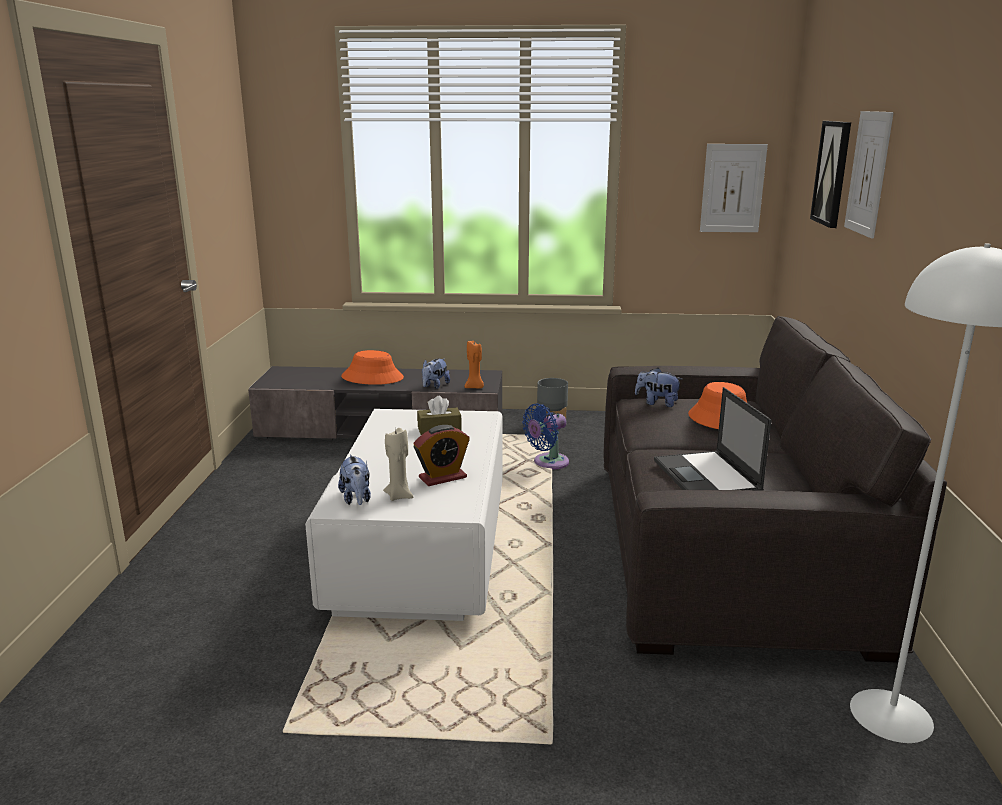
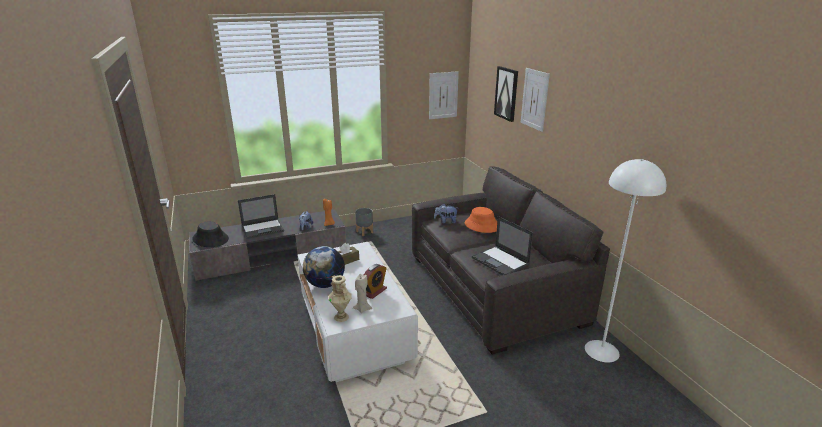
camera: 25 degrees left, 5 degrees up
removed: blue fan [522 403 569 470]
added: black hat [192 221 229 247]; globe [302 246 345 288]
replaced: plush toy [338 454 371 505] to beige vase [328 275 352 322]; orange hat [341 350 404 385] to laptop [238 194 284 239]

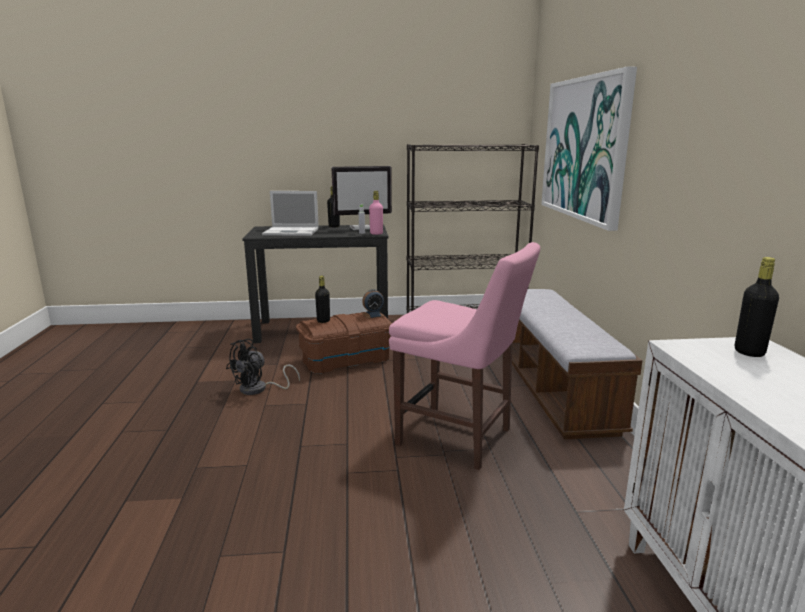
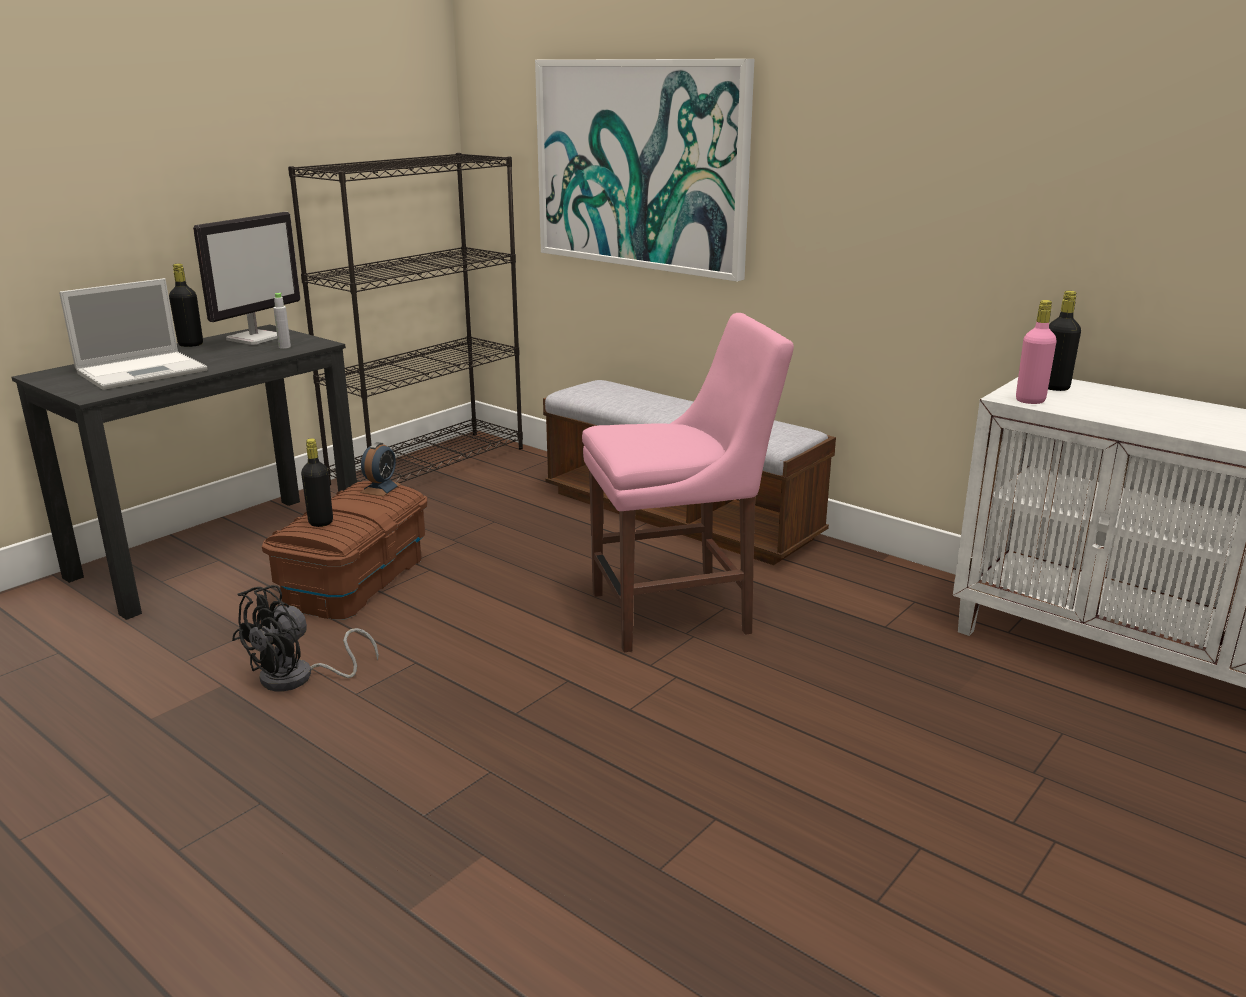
camera: 45 degrees left, 5 degrees up
moved: pink bottle [369 191 383 235] to [1016 300 1057 404]
turned: black fan [226 339 300 395] = [232 585 379 691] 45 degrees clockwise

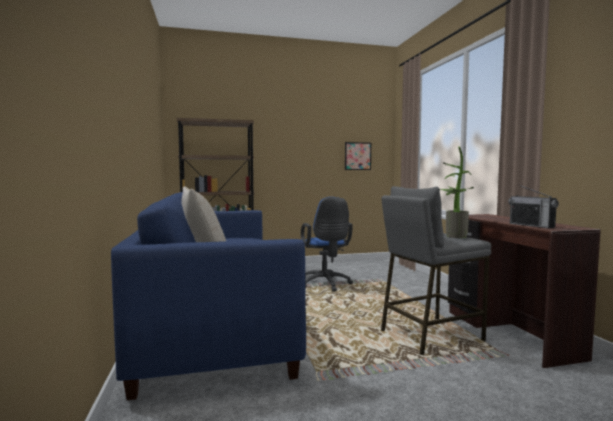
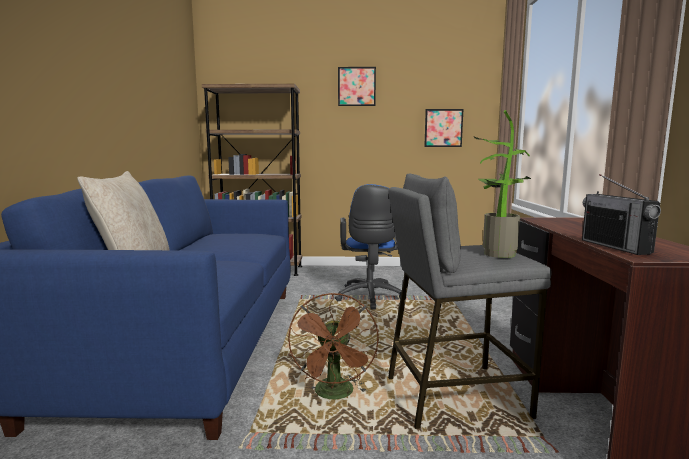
camera: 15 degrees right, 5 degrees up
added: brown fan [288 293 379 399]; picture [338 67 376 106]

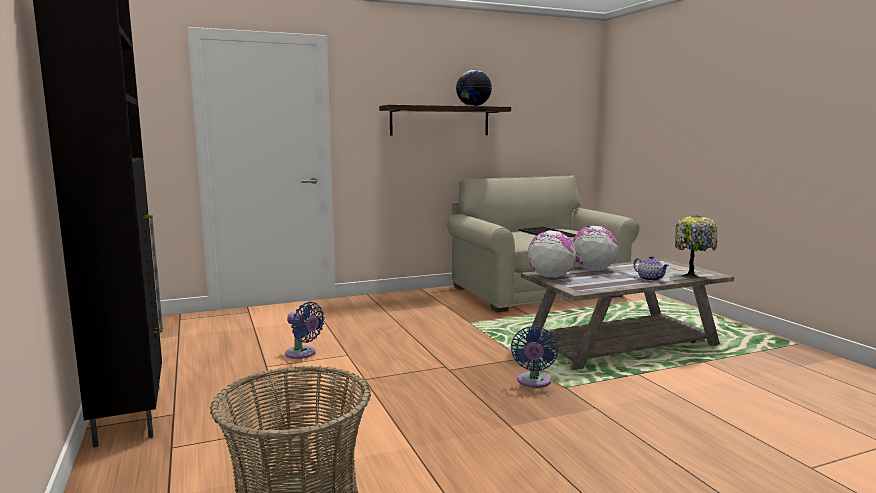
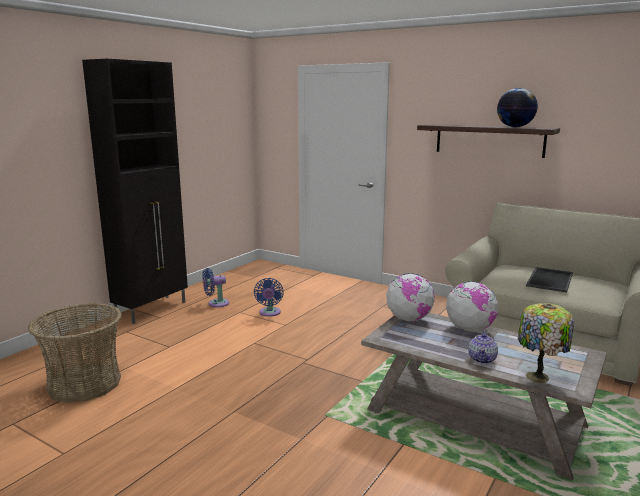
camera: 55 degrees right, 5 degrees up
moved: blue fan [511 326 558 388] to [202 268 229 307]

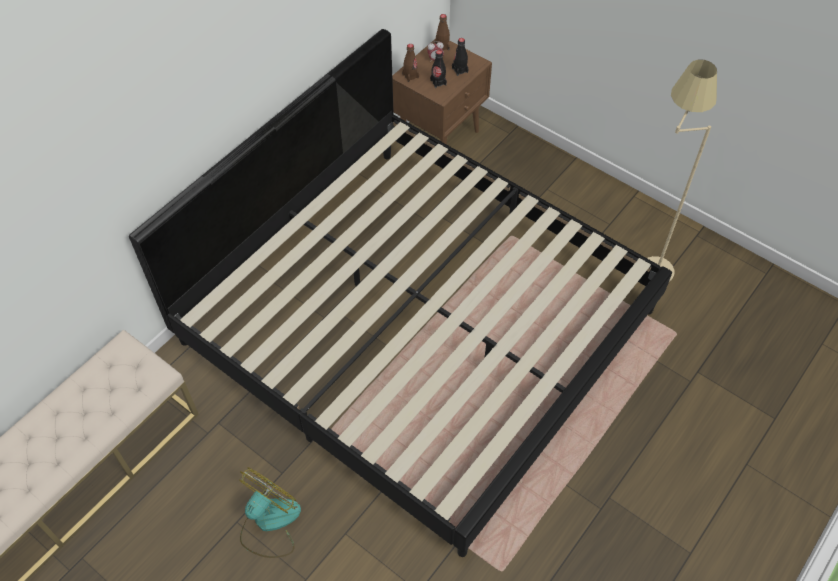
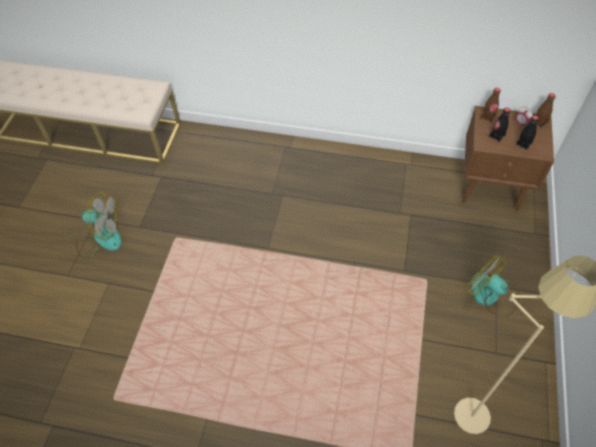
camera: 65 degrees right, 0 degrees up
removed: bed [129 29 672 557]
added: fan [465 254 519 317]

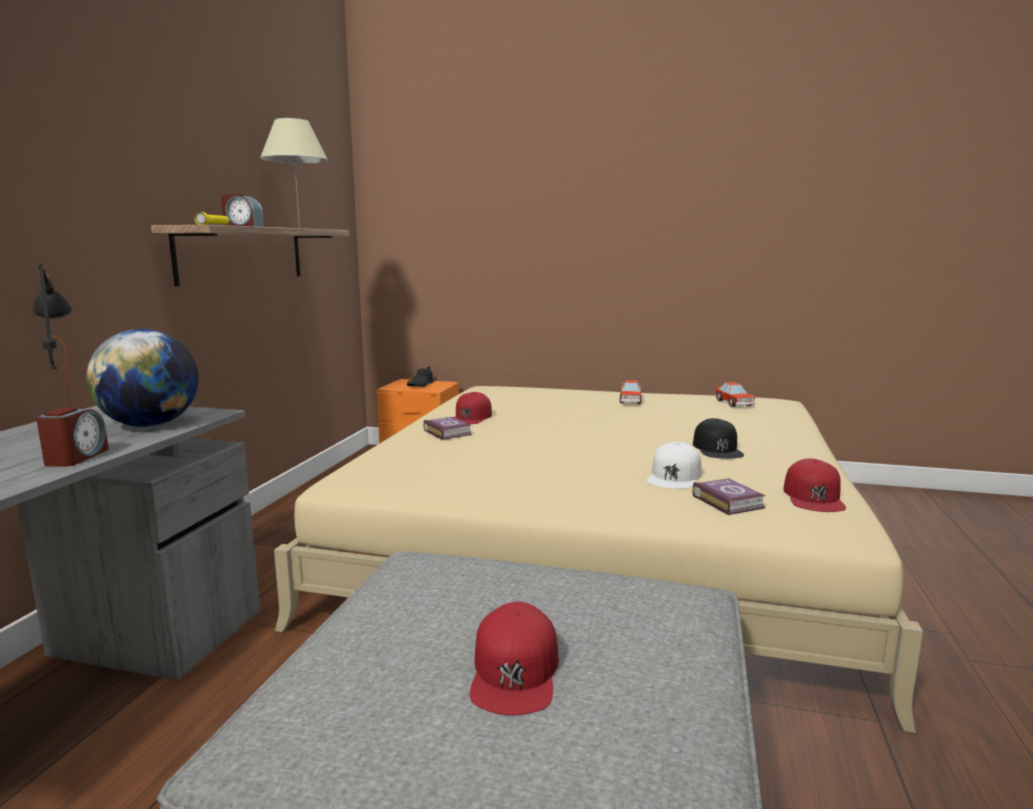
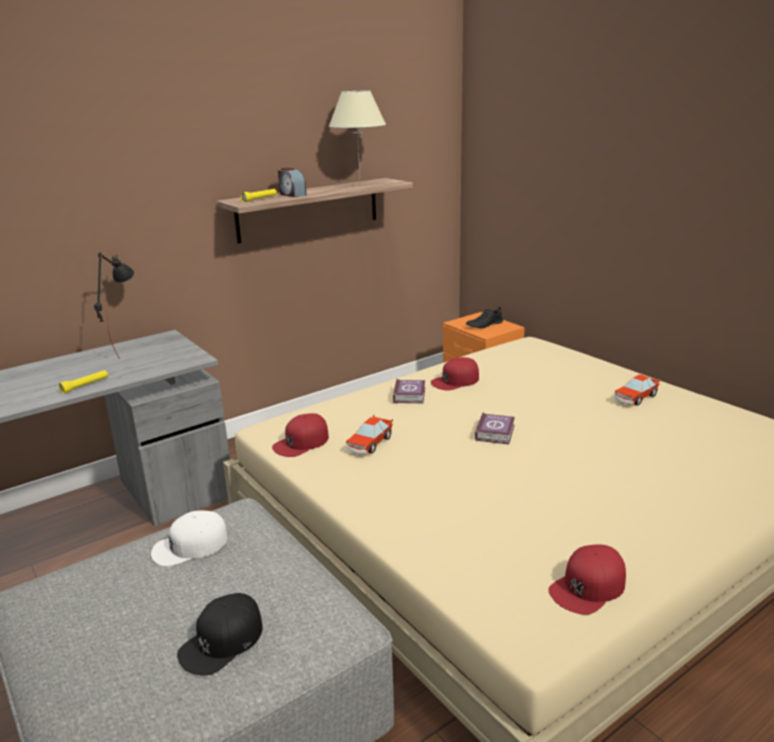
camera: 40 degrees right, 10 degrees up
removed: globe [87 329 199 427]
moved: red cap [470 602 559 715] to [272 413 329 457]; white cap [647 442 701 489] to [151 511 228 566]; book [692 478 765 515] to [475 413 515 444]; black cap [693 418 744 459] to [177 593 263 676]; toy car [715 382 755 407] to [346 415 393 454]
replaced: alarm clock [36 408 109 467] to yellow flashlight [59 370 108 394]

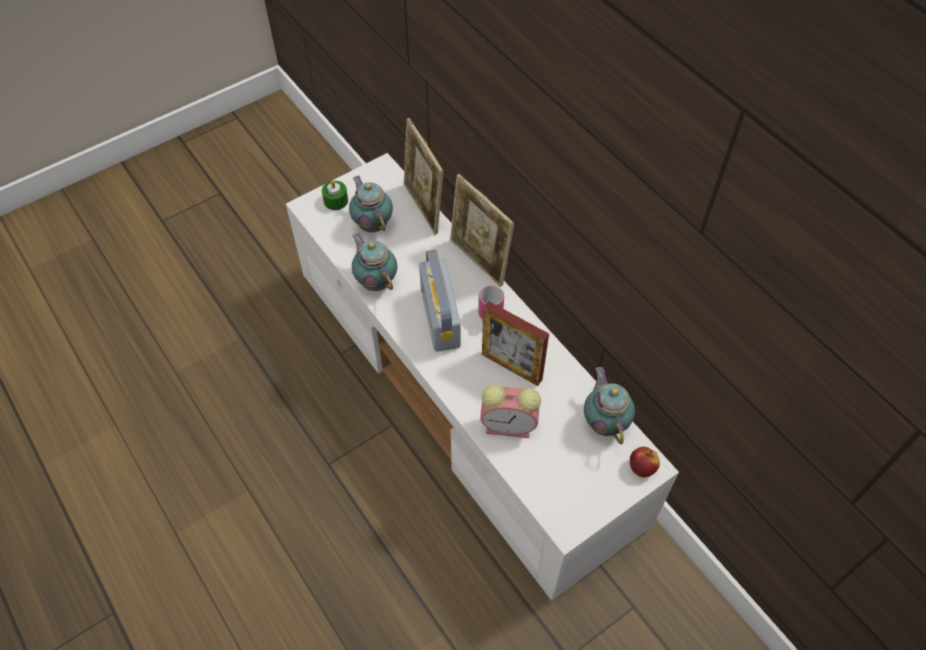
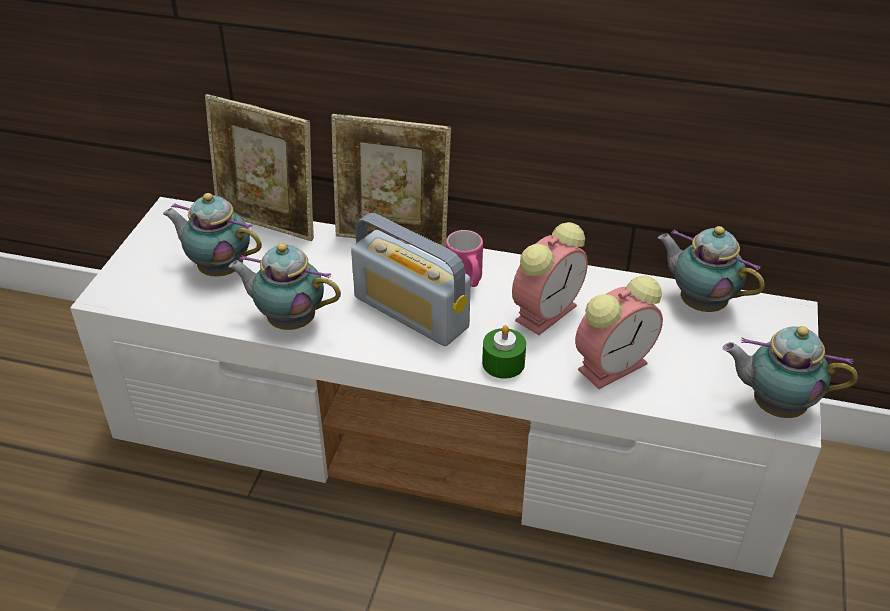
camera: 40 degrees left, 15 degrees down
removed: apple [630 447 660 477]
added: teapot [723 326 858 418]
moved: green candle [322 180 348 210] to [482 325 526 379]
replaced: picture frame [482 301 549 386] to alarm clock [512 222 588 335]

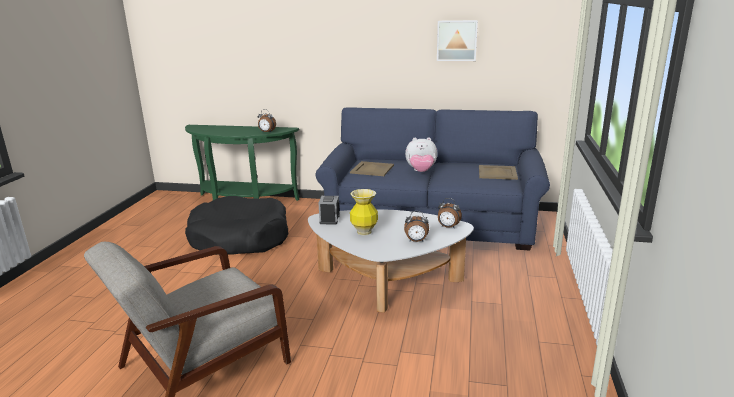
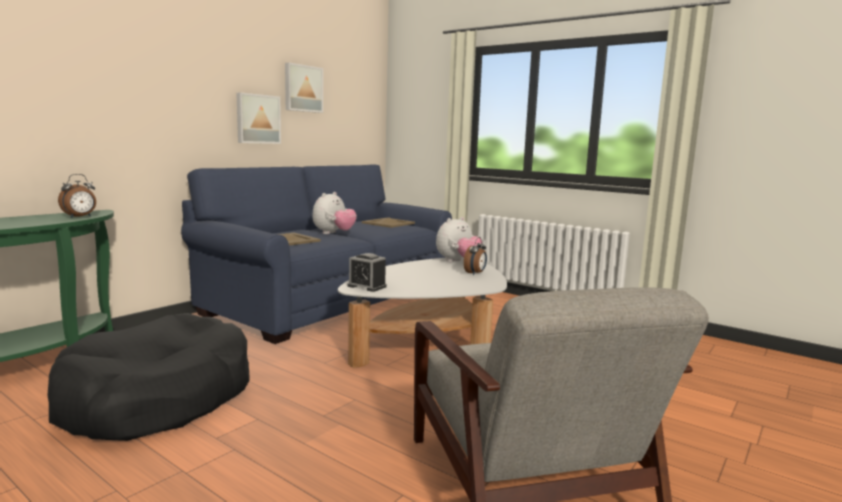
camera: 65 degrees left, 10 degrees down
removed: vase [350 189 378 236]
added: picture [236 93 281 144]
replaced: alarm clock [438 198 462 229] to plush toy [436 217 483 262]

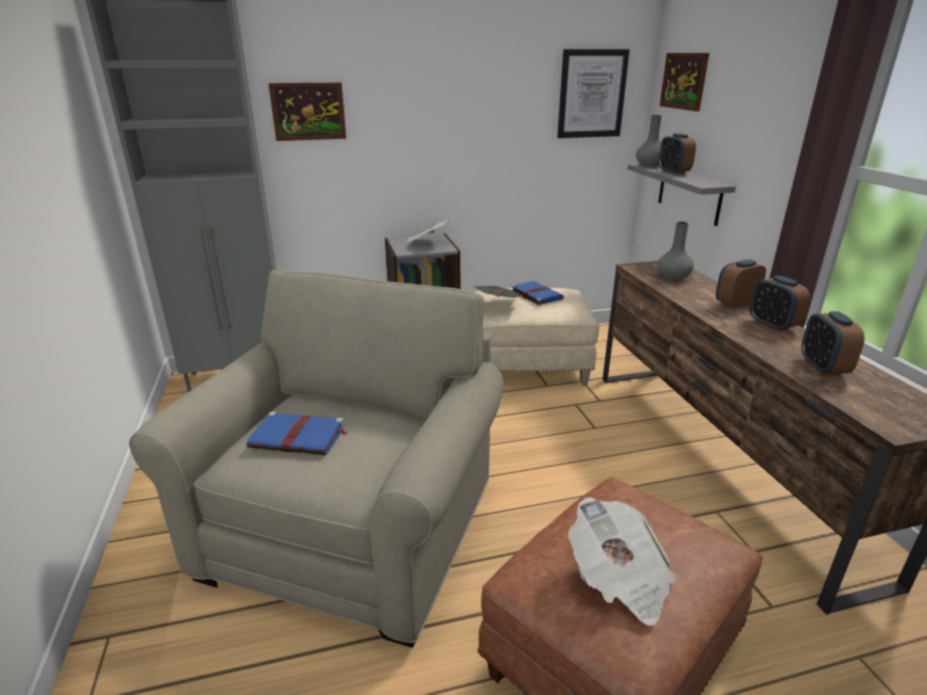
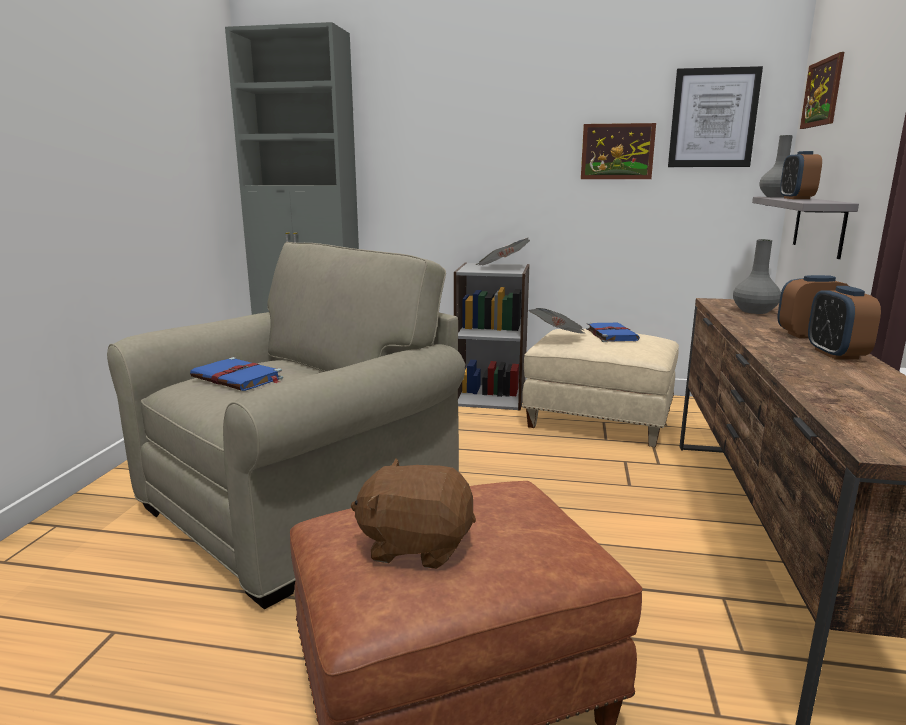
camera: 25 degrees right, 10 degrees down
removed: alarm clock [801 311 865 375]
moved: picture [268 82 346 141] to [581 123 656 179]
replaced: newspaper [568 497 677 626] to brown plush toy [351 459 476 569]

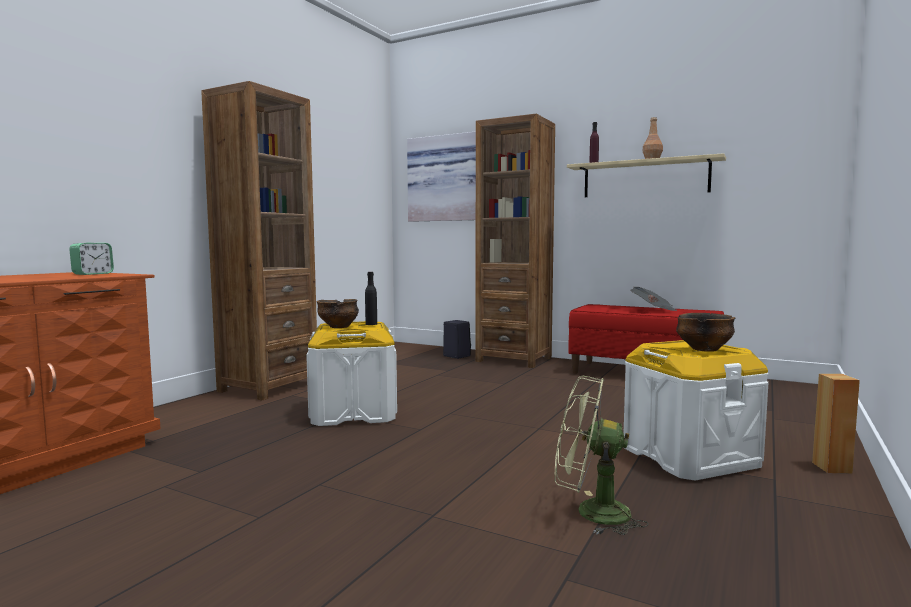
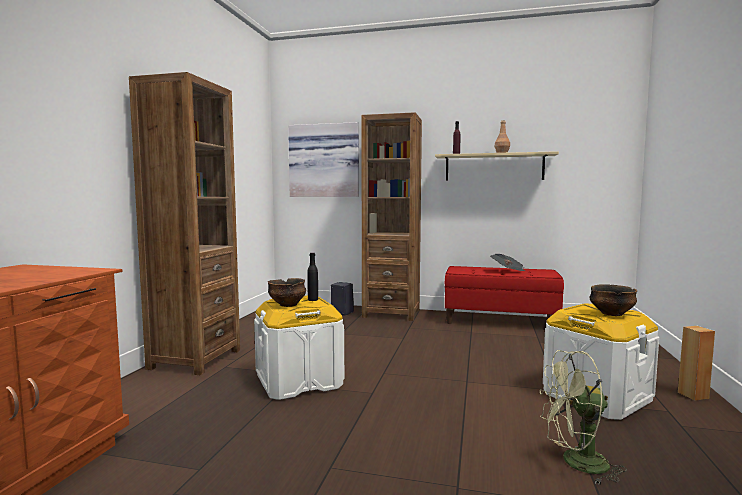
camera: 15 degrees left, 0 degrees up
removed: alarm clock [69 243 114 275]

